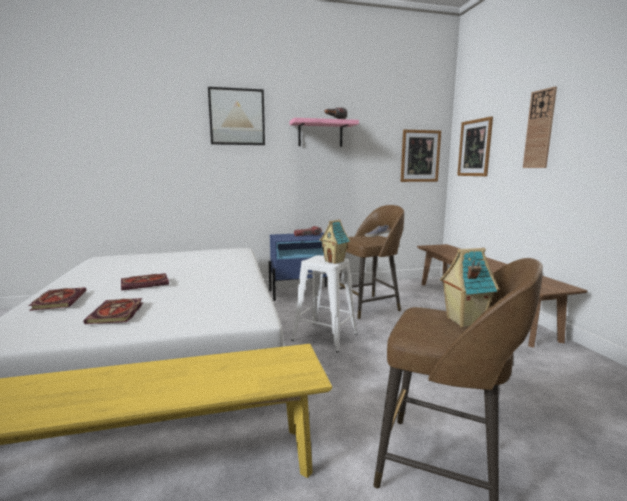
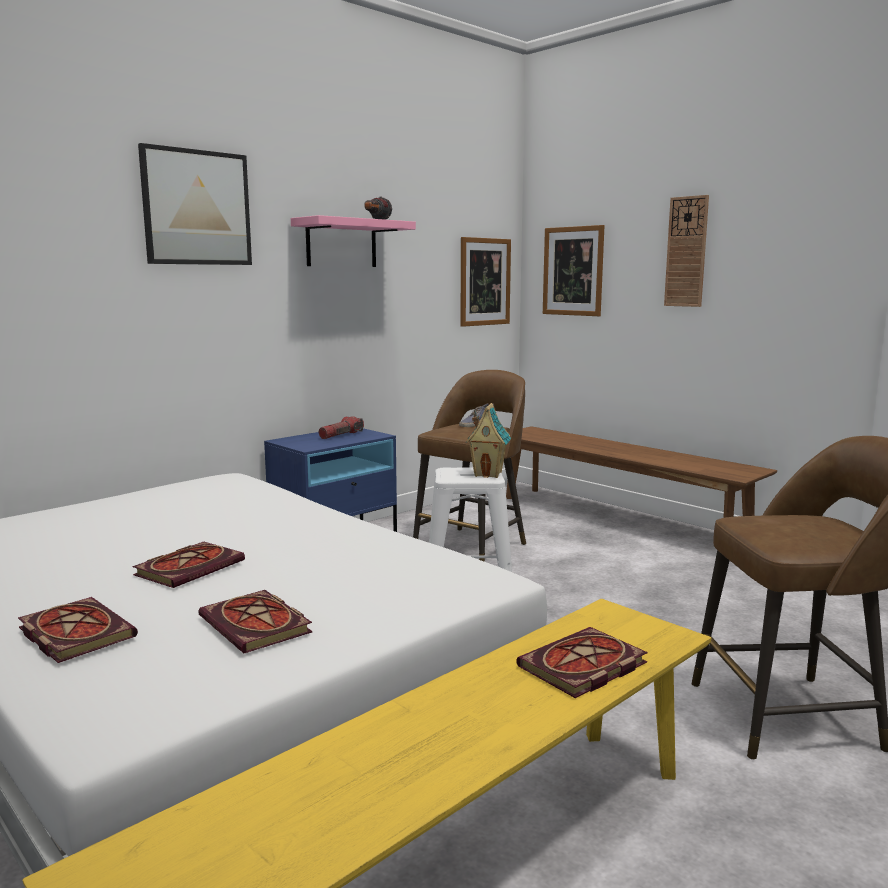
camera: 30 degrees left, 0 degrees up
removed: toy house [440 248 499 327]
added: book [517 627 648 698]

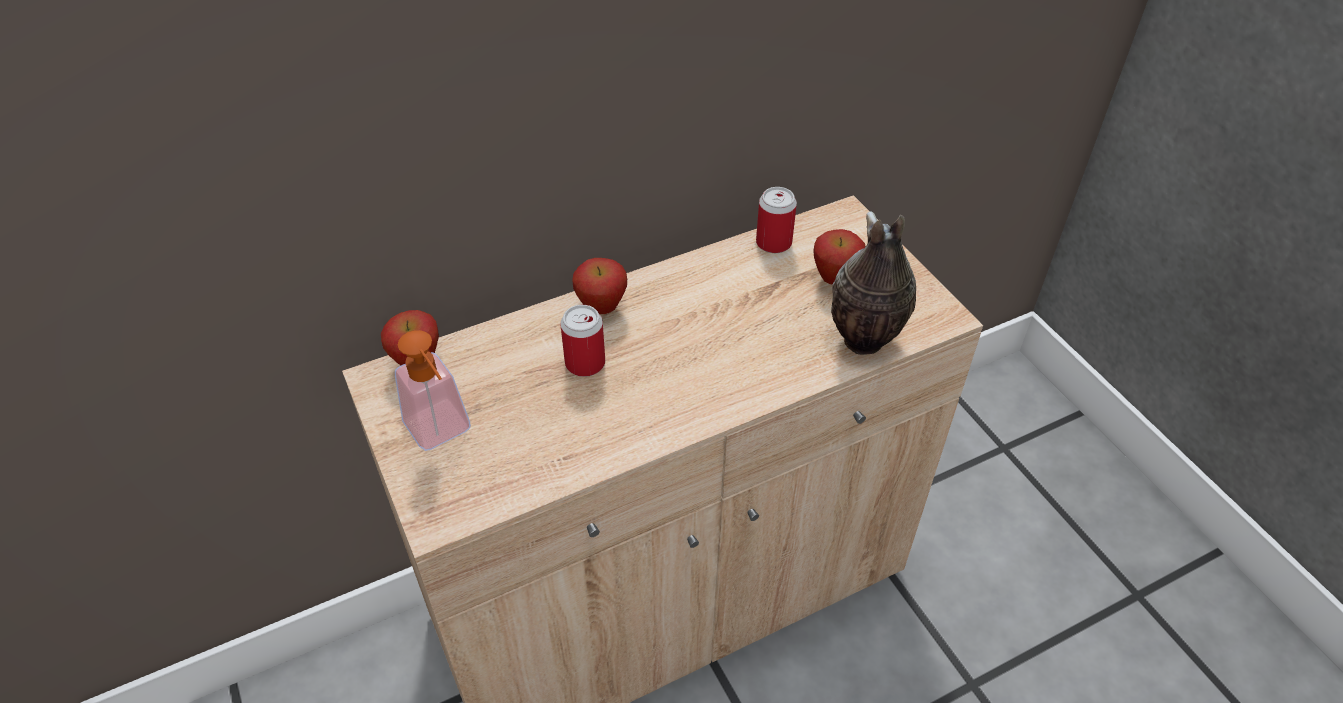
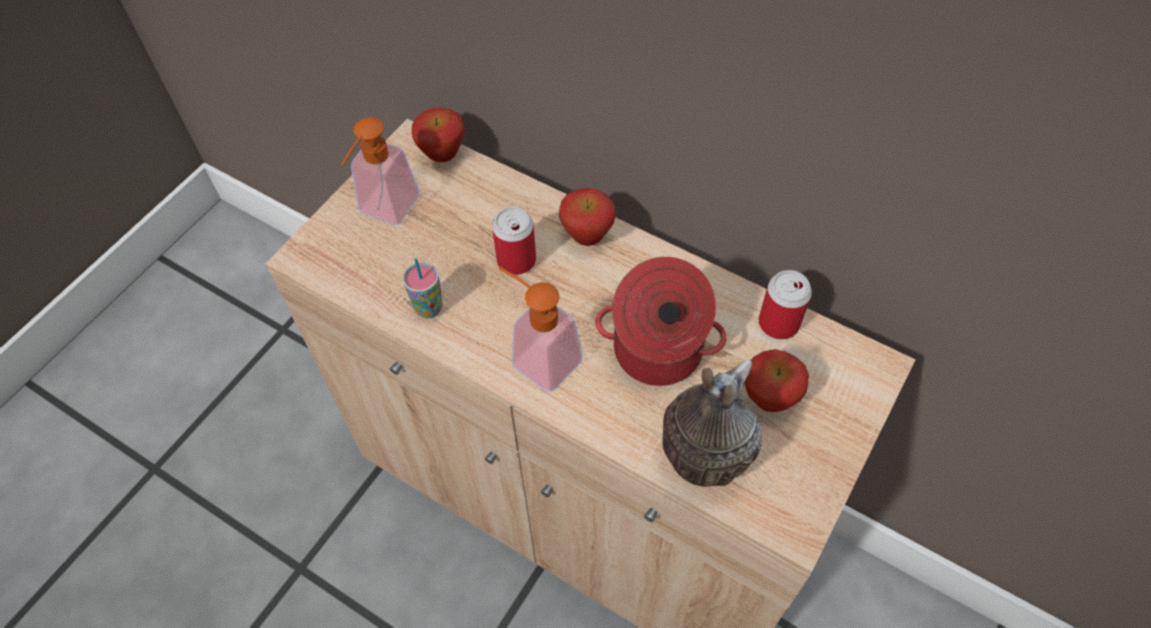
camera: 60 degrees right, 10 degrees up
added: cup [403 258 443 318]; soap dispenser [499 267 583 392]; cooking pot [595 257 727 386]

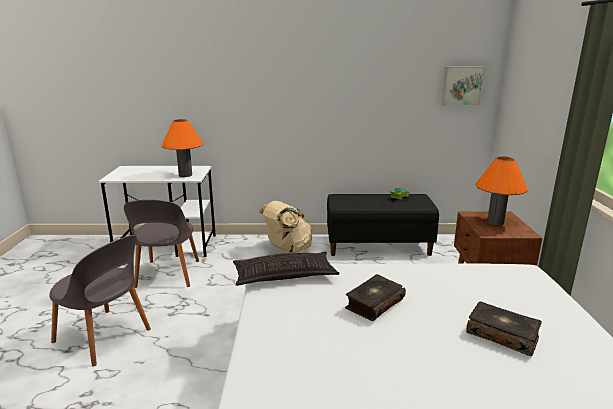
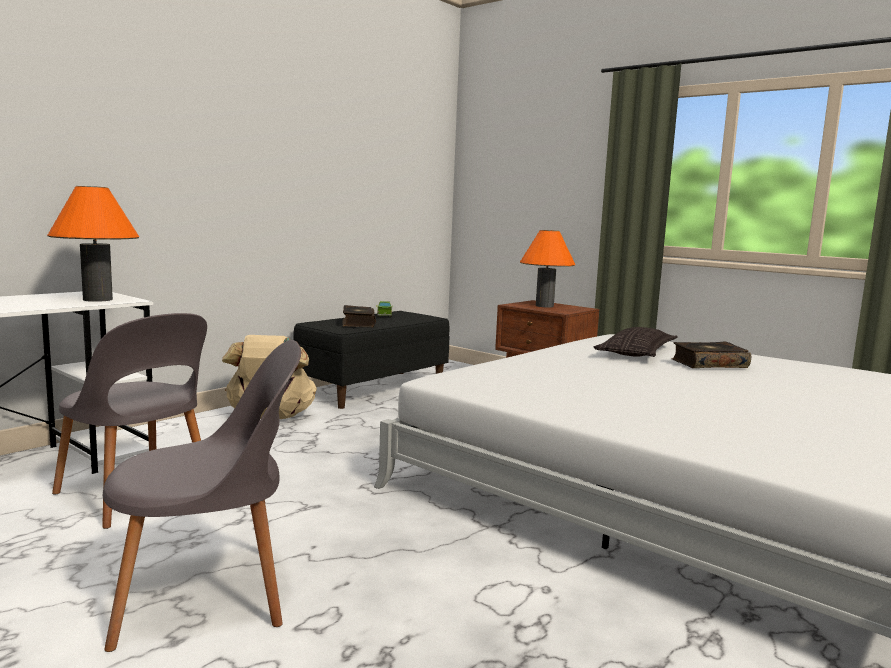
camera: 50 degrees left, 10 degrees down
removed: picture [441 67 485 106]
moved: pillow [233 252 340 286] to [594 327 678 357]; book [345 274 406 321] to [342 305 376 328]

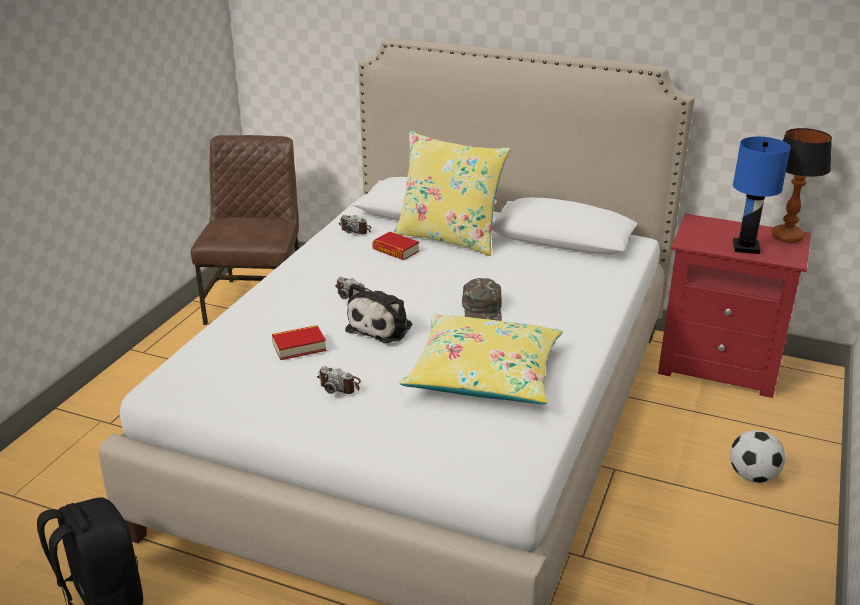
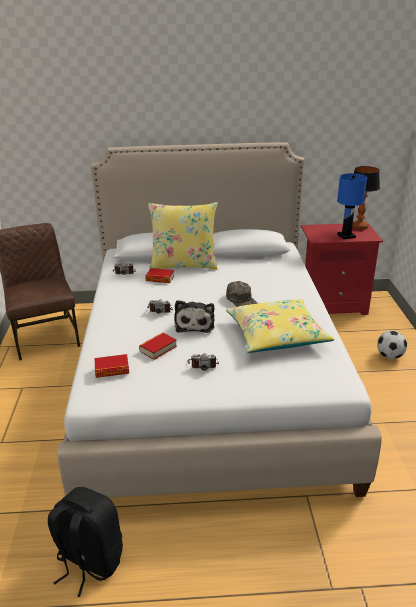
camera: 25 degrees left, 0 degrees up
added: book [95 354 129 378]

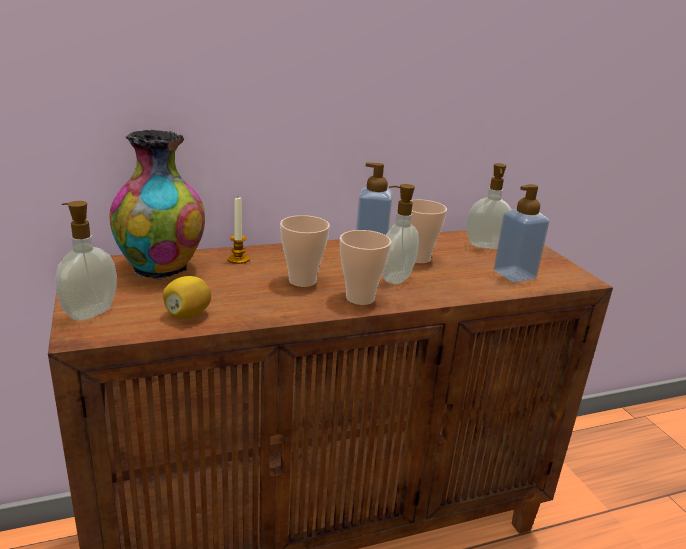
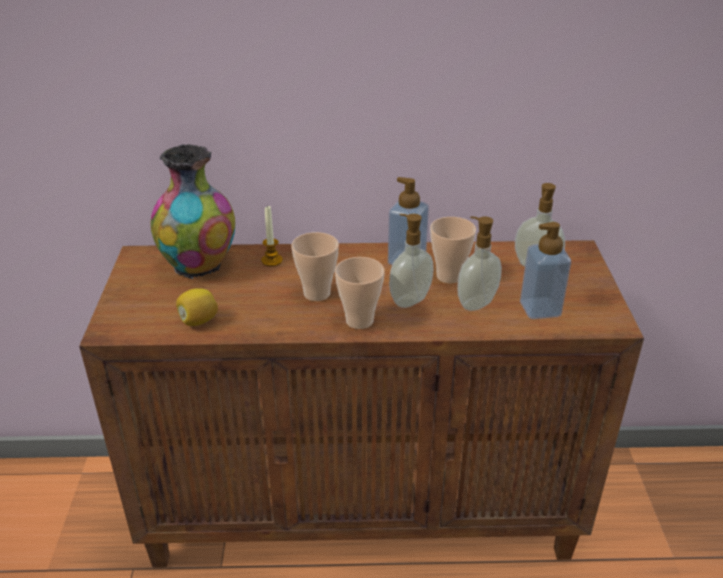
camera: 20 degrees right, 10 degrees up
moved: soap dispenser [55 201 117 321] to [457 216 502 311]

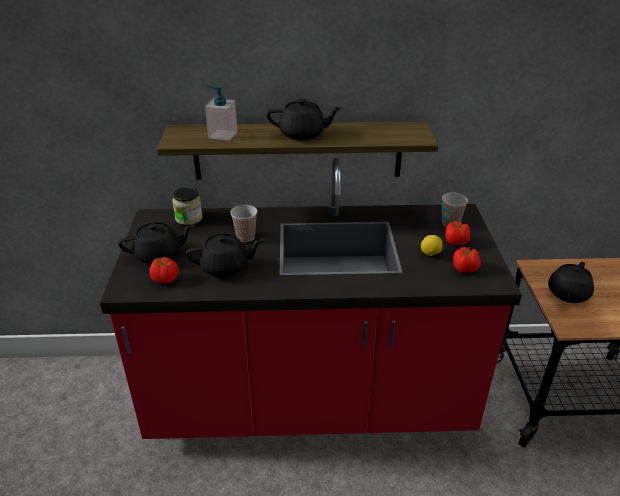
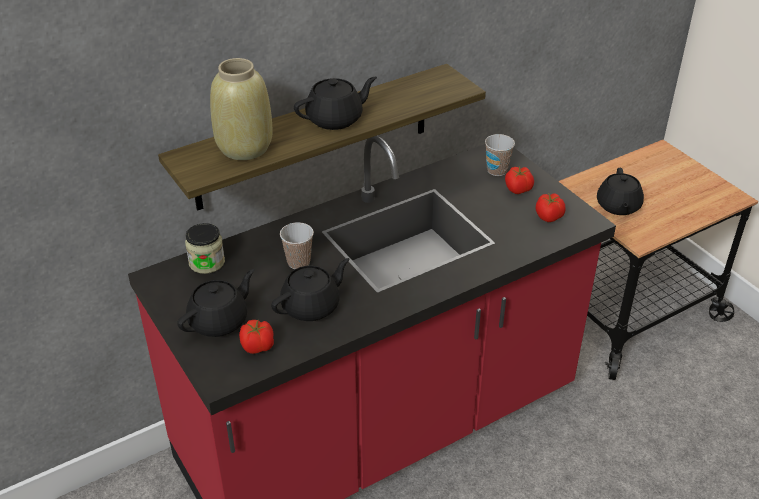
camera: 30 degrees left, 5 degrees up
removed: lemon [421 235 443 256]
replaced: soap dispenser [205 85 238 141] to beige vase [210 58 273 160]

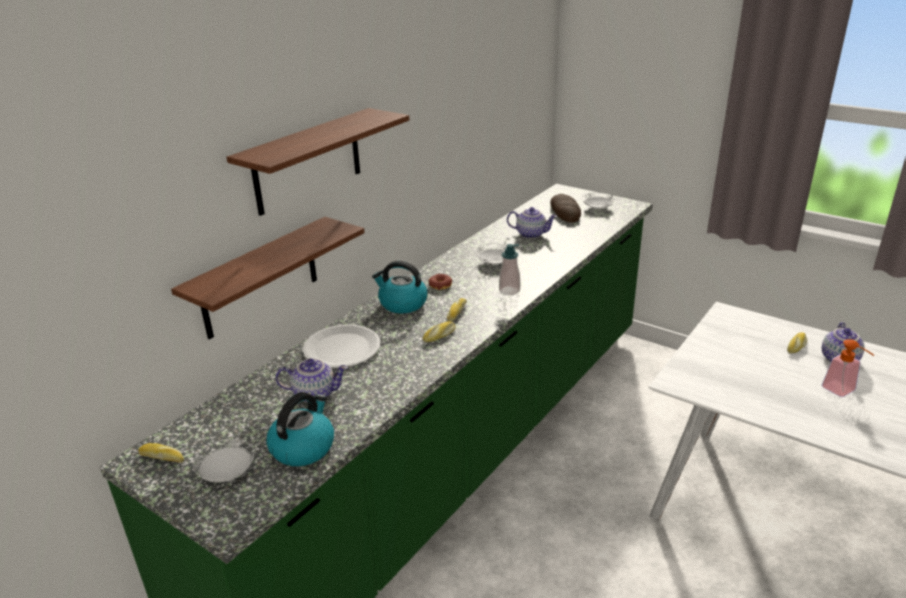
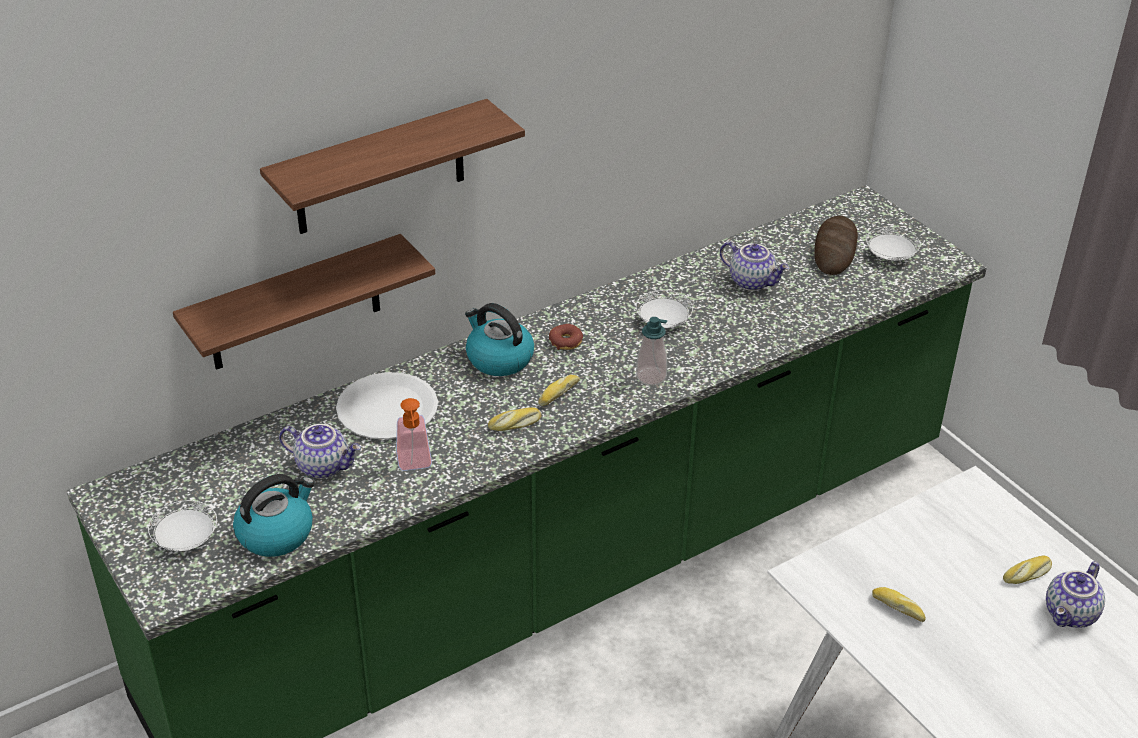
camera: 20 degrees right, 10 degrees up
moved: bread [138 443 184 463] to [872 587 926 622]; soap dispenser [822 339 874 397] to [396 398 432 471]

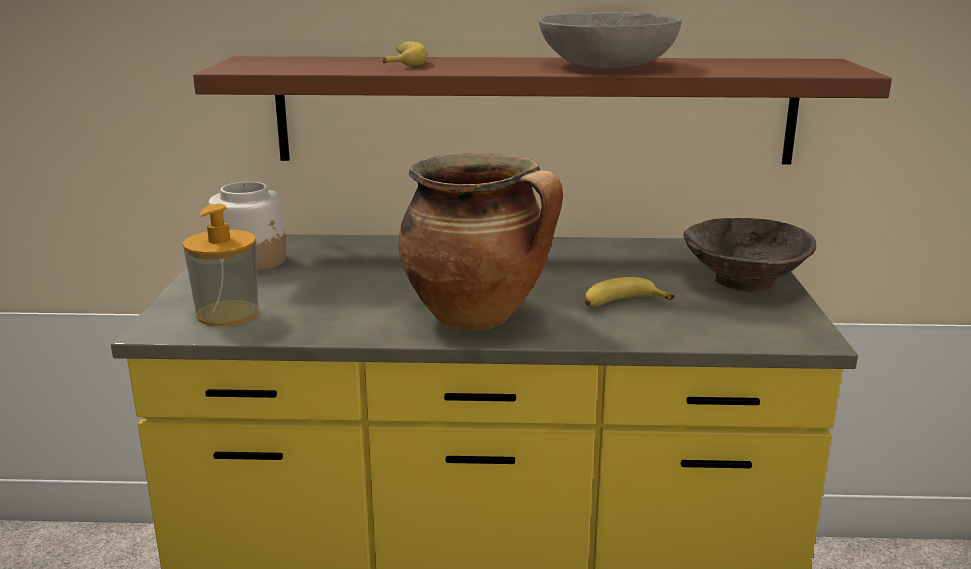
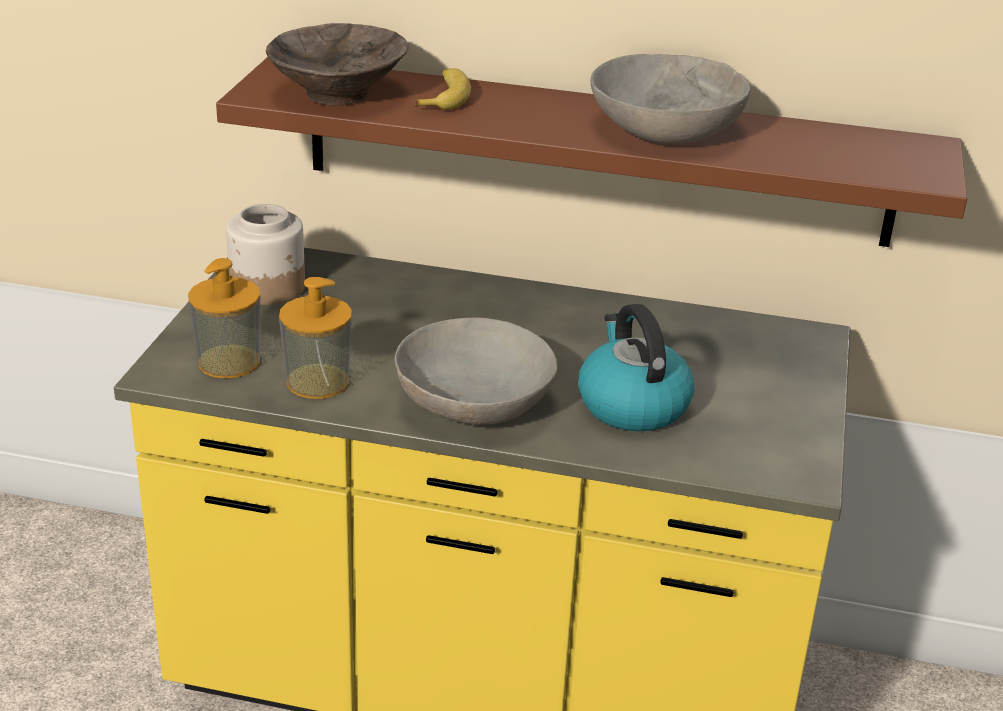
camera: 10 degrees right, 10 degrees up
added: soap dispenser [279 277 352 399]
moved: brown bowl [683 218 816 292] to [265 23 409 106]
replaced: cooking pot [398 153 563 330] to grey bowl [395 317 557 425]; banana [584 277 674 306] to kettle [578 304 694 431]

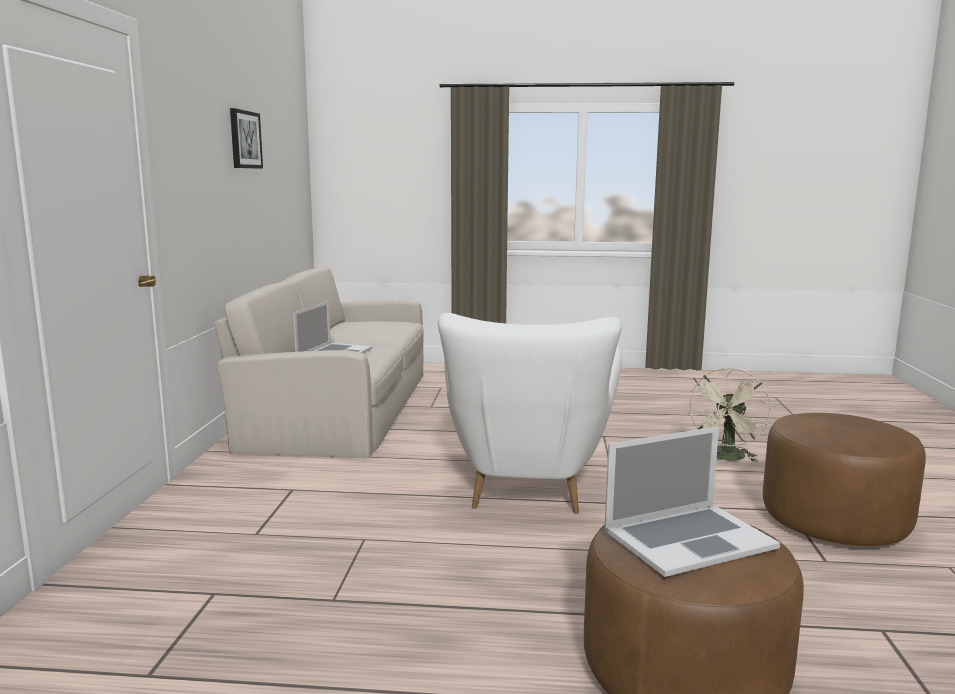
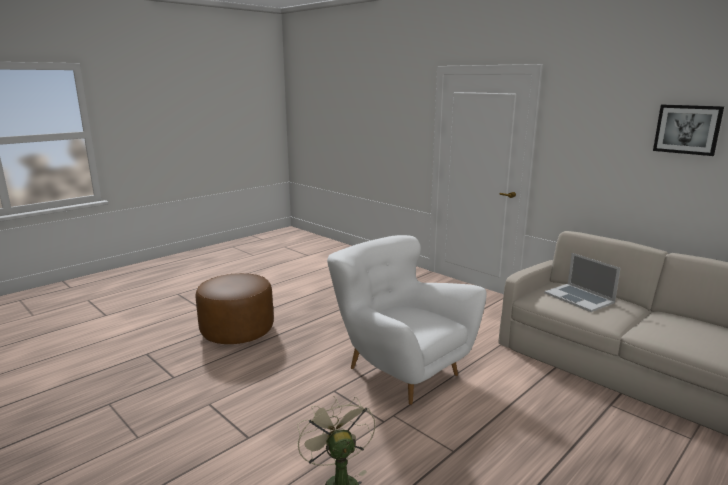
camera: 130 degrees right, 5 degrees up
removed: laptop [605 426 780 577]; brown ottoman [763 413 926 546]

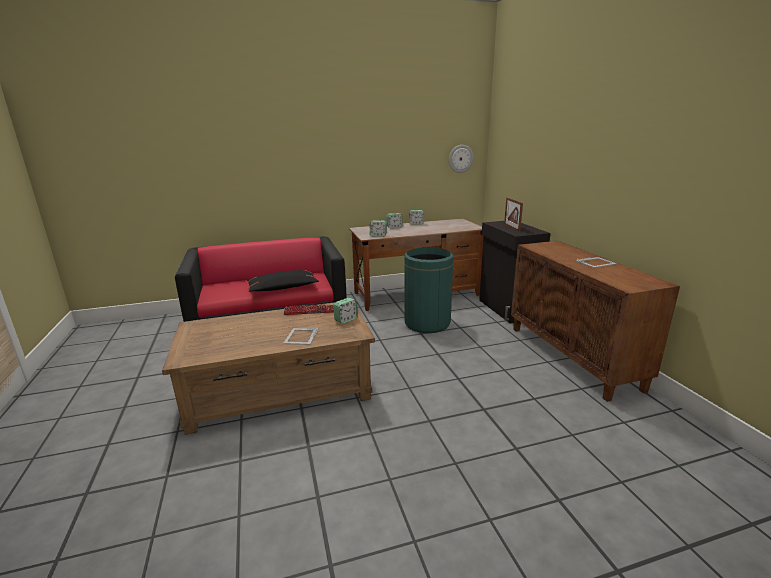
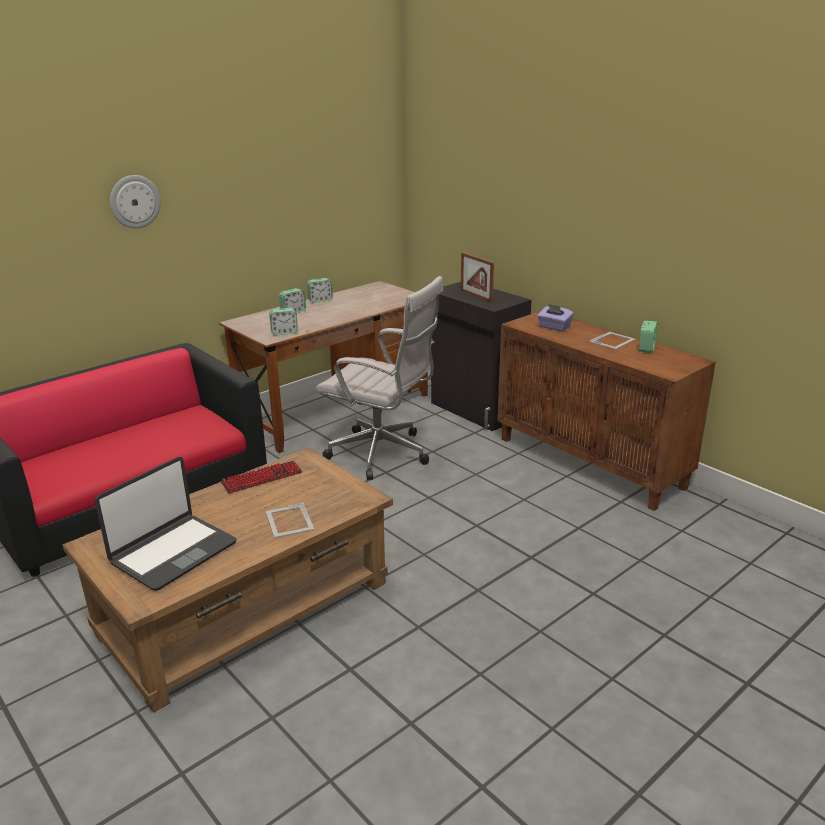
camera: 25 degrees left, 5 degrees up
removed: black pillow [247 270 319 292]
added: laptop [95 457 237 591]; purple tissue box [537 303 574 331]
moved: alarm clock [333 298 358 324] to [639 321 657 353]; wall clock [449 145 474 173] to [110 175 161 229]
replaced: green trash can [404 247 453 333] to white office chair [316 276 443 480]

